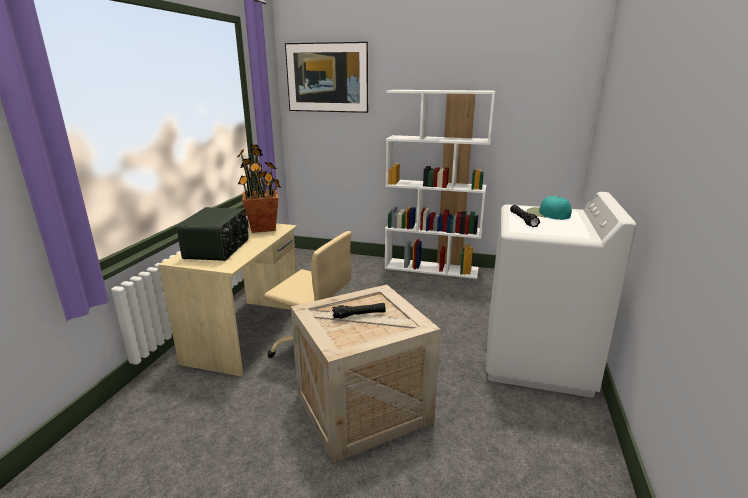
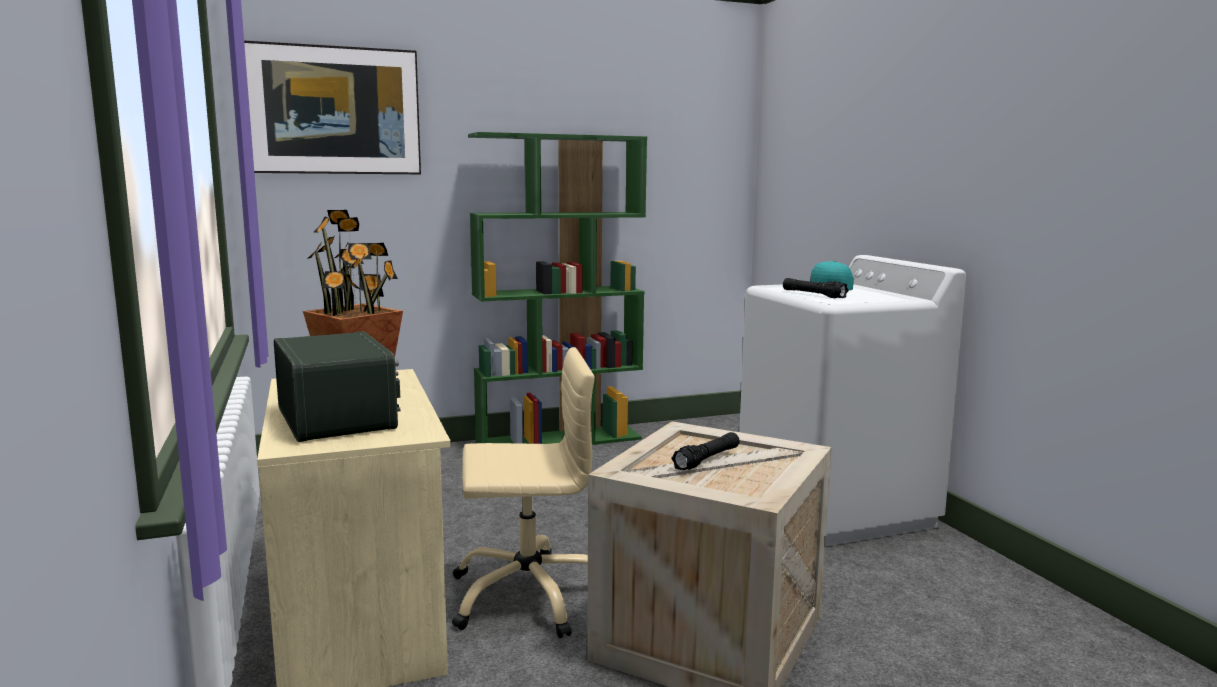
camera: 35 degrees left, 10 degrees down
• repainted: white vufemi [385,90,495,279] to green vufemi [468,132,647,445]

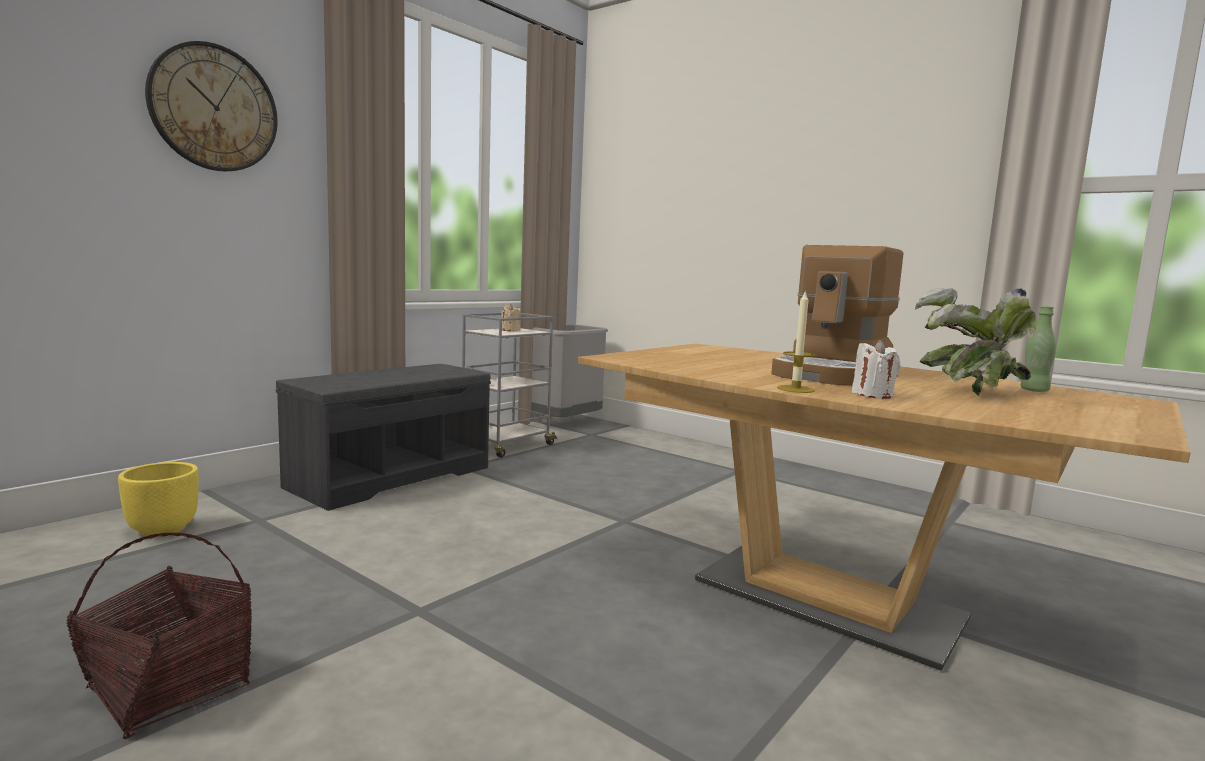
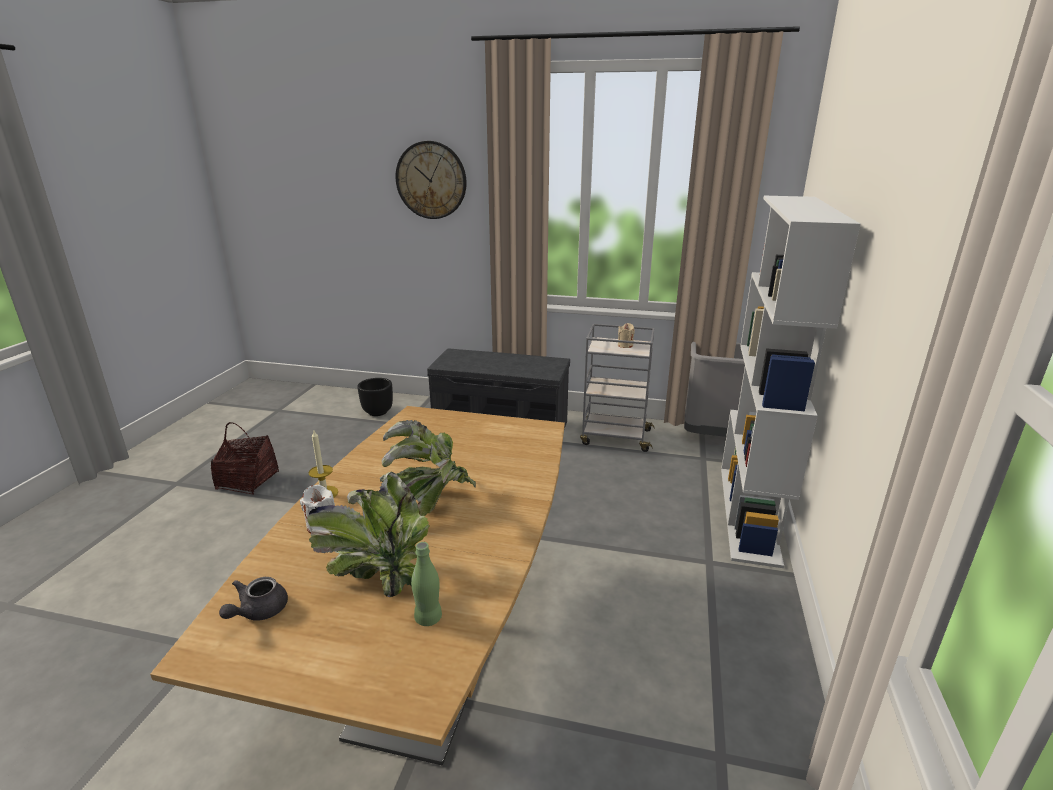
camera: 65 degrees right, 15 degrees up
• new: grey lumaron [219,577,288,621]
• repainted: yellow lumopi [118,462,199,537] to black lumopi [357,378,393,416]
• swapped: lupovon [771,245,904,386] to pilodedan [382,420,476,516]
• new: white vufemi [721,196,861,568]

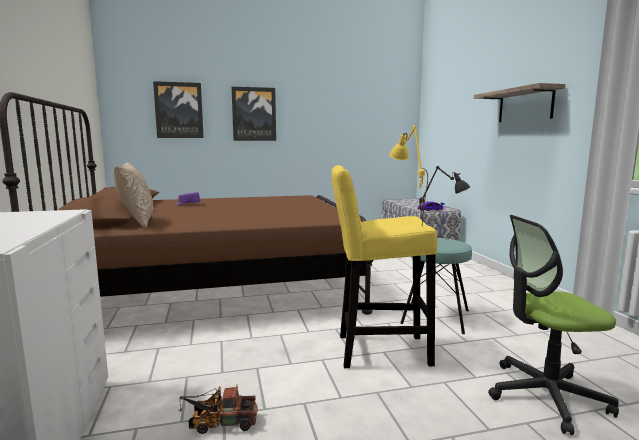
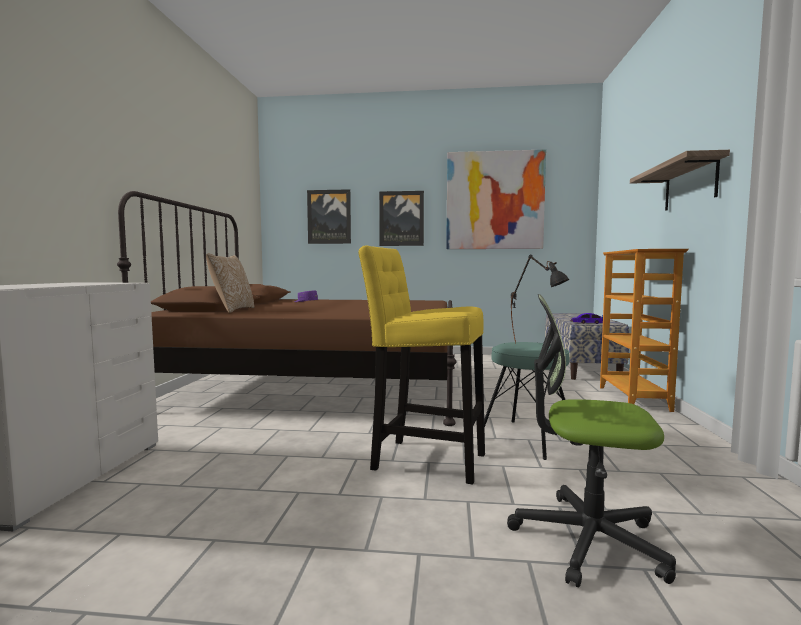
camera: 20 degrees right, 5 degrees down
• new: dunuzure [446,149,546,249]
• new: vufemi [600,249,689,412]
• gone: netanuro [178,385,258,434]
• gone: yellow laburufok [389,125,428,225]

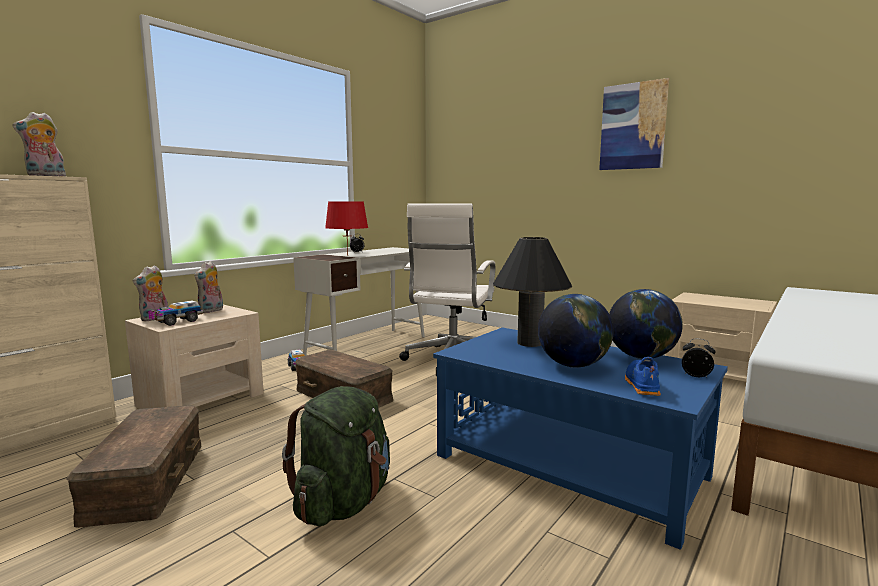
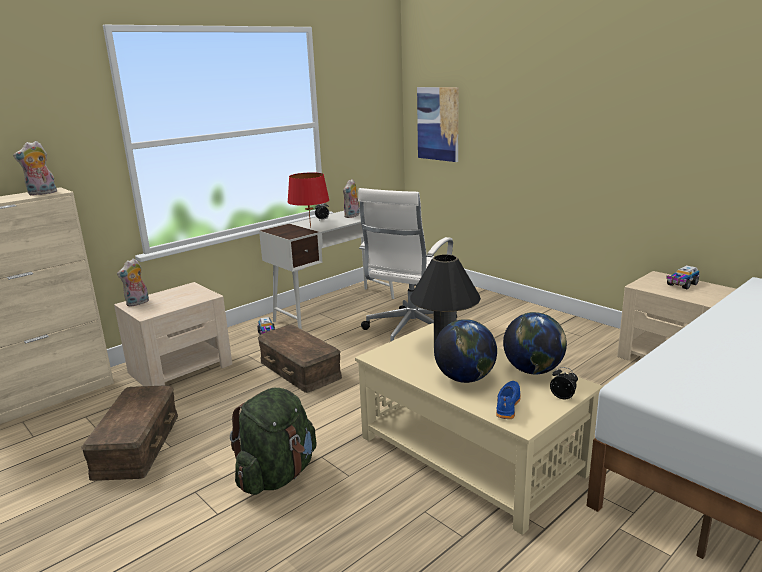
camera: 10 degrees right, 10 degrees up
• shifted: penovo [194,261,223,313] to [343,179,360,218]
• repainted: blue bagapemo [433,327,728,550] to beige bagapemo [355,323,603,535]
• shifted: dunuzure [599,78,669,170] to [417,87,459,162]
• shifted: netanuro [148,300,203,326] to [666,265,700,289]

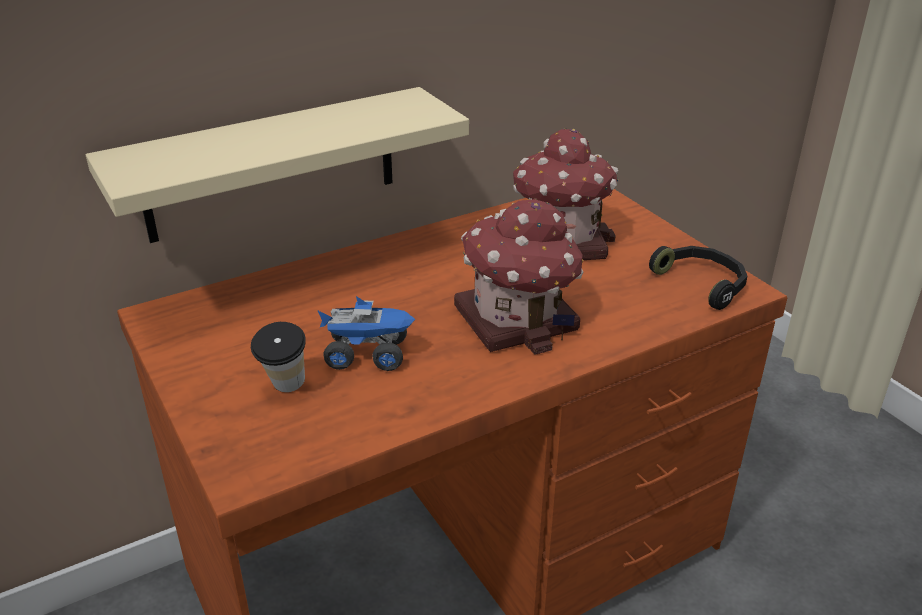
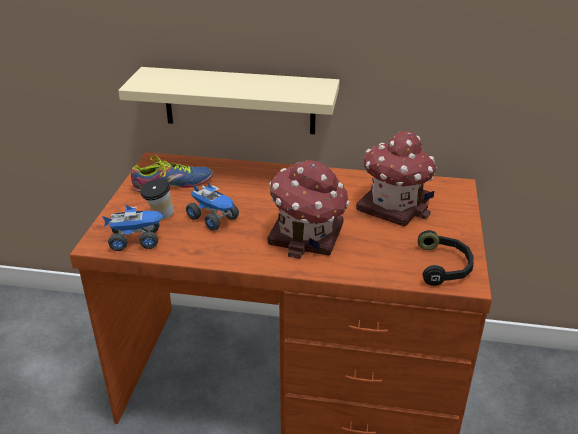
camera: 40 degrees right, 0 degrees up
• new: netanuro [102,205,164,251]
• new: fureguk [131,156,213,192]

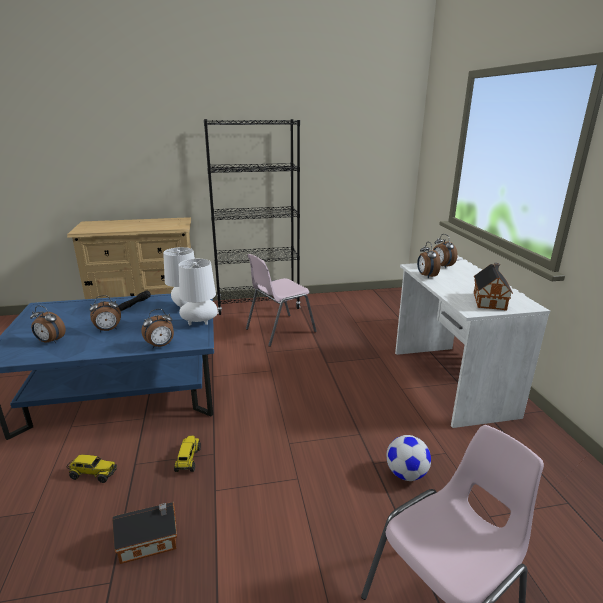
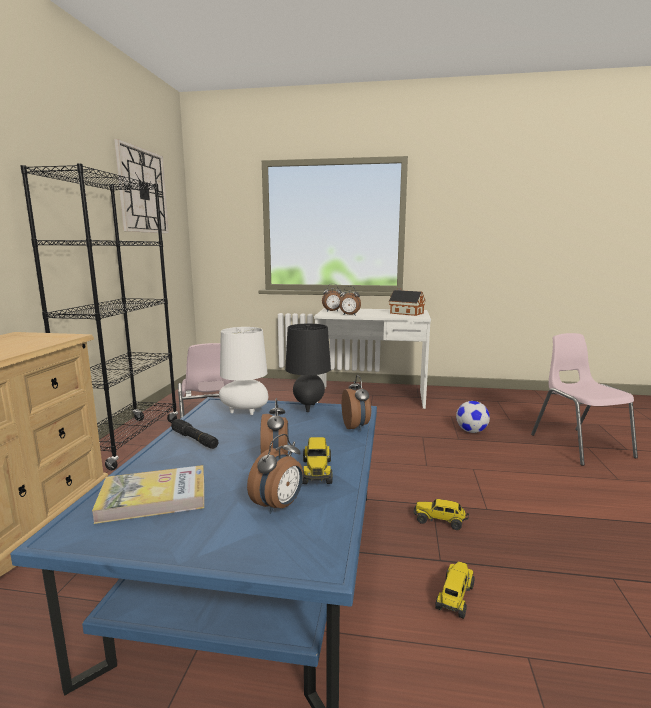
camera: 70 degrees left, 10 degrees down
• new: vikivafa [92,465,204,524]
• new: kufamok [114,139,169,234]
• repainted: white laburufok [179,259,218,325] to black laburufok [285,324,331,412]
• new: netanuro [302,437,333,484]
• gone: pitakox [112,502,177,564]

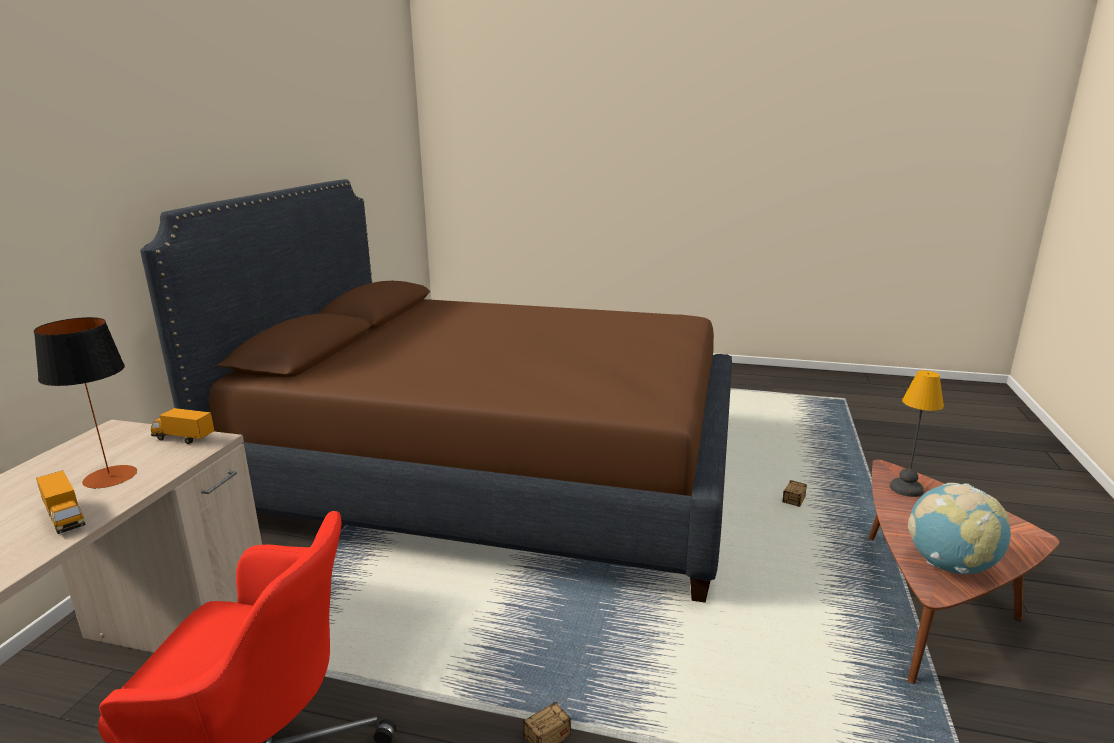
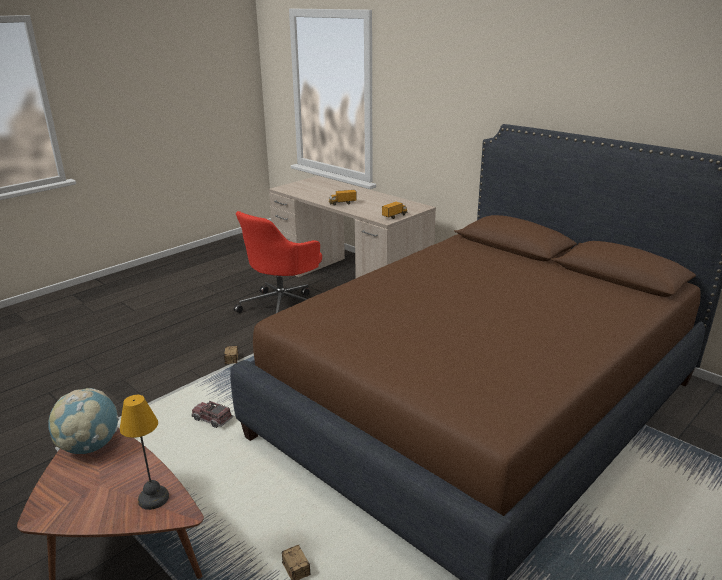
camera: 120 degrees right, 5 degrees up
• new: netanuro [191,401,233,428]
• gone: laburufok [34,317,137,489]

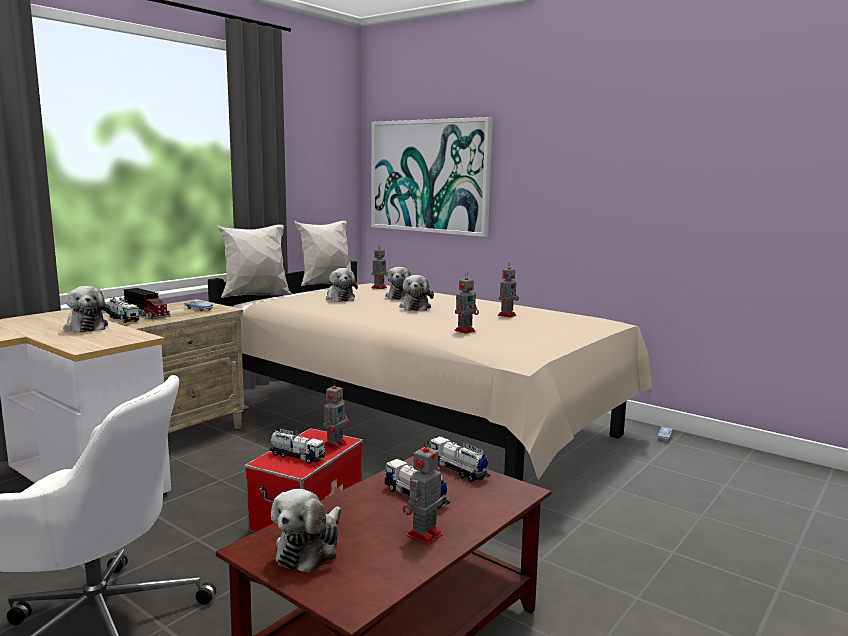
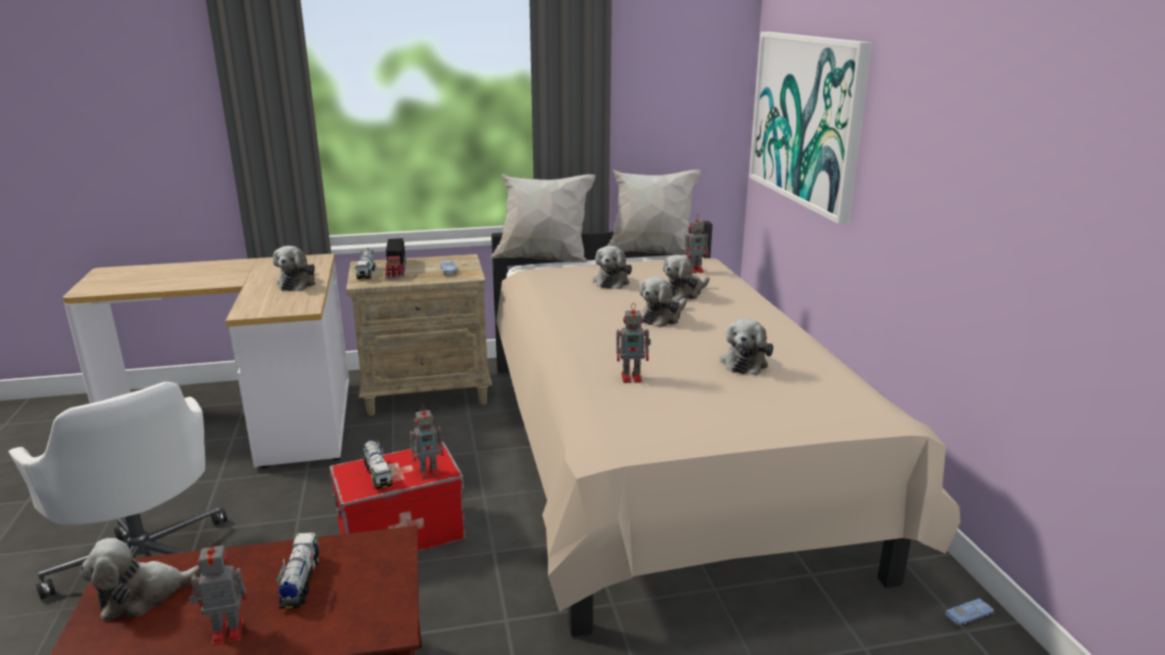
camera: 40 degrees right, 10 degrees up
• swapped: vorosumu [498,262,519,318] to penovo [720,319,773,375]
• gone: netanuro [429,436,491,482]

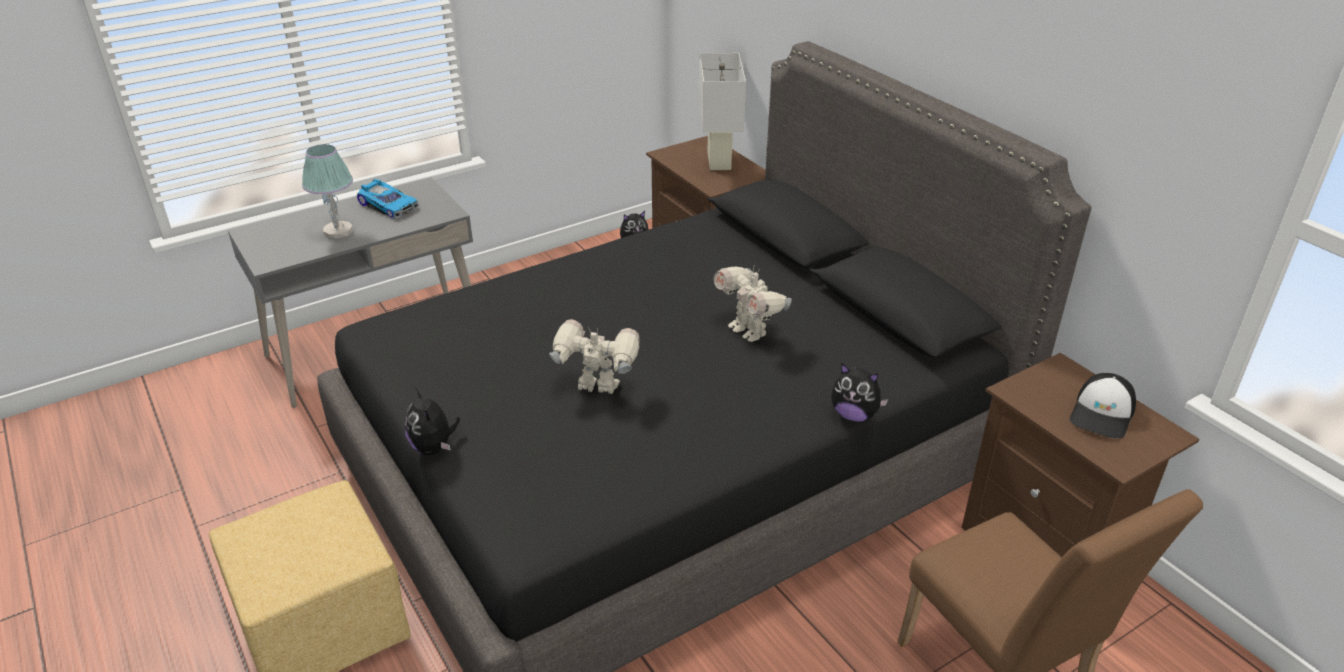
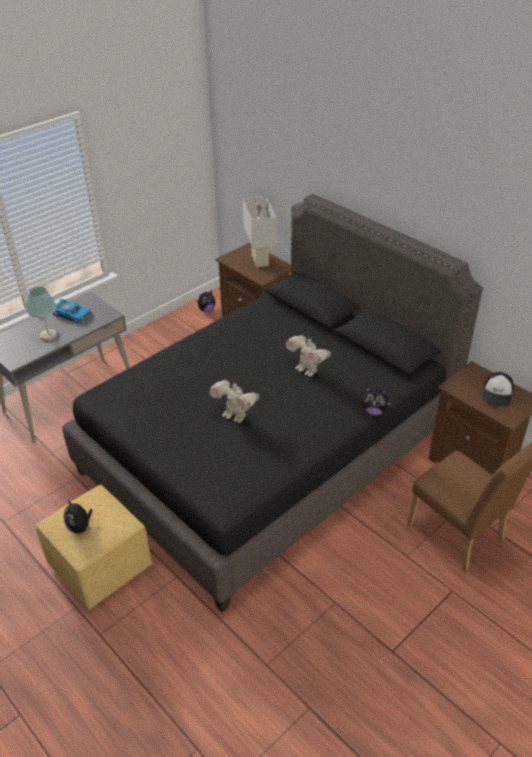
camera: 10 degrees left, 5 degrees up
• shifted: penovo [405,387,460,455] to [64,500,92,534]
• rotated: vorosumu [549,319,640,394] = [209,380,259,423] 150 degrees counterclockwise

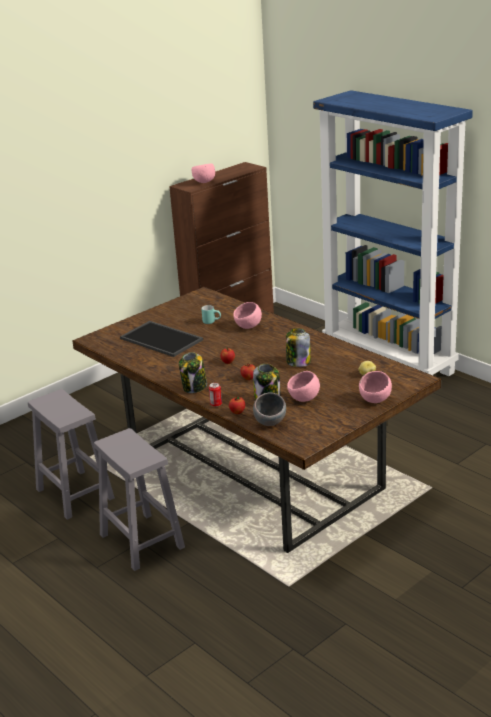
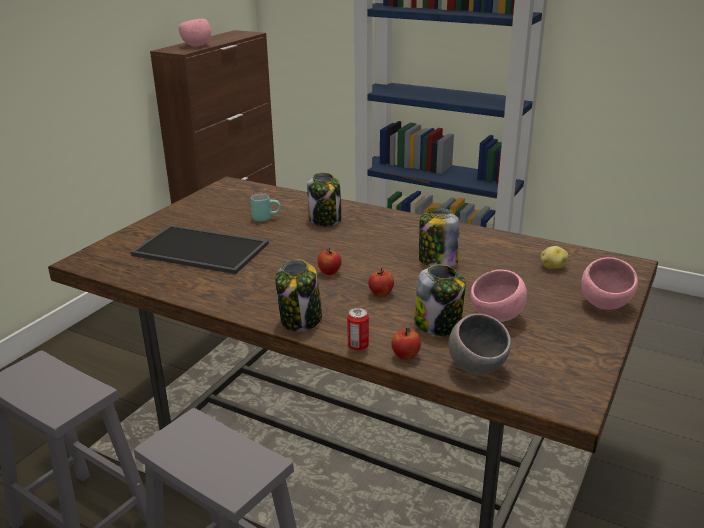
camera: 20 degrees left, 0 degrees up
• swapped: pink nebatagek [233,302,262,329] to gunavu [307,172,341,226]

